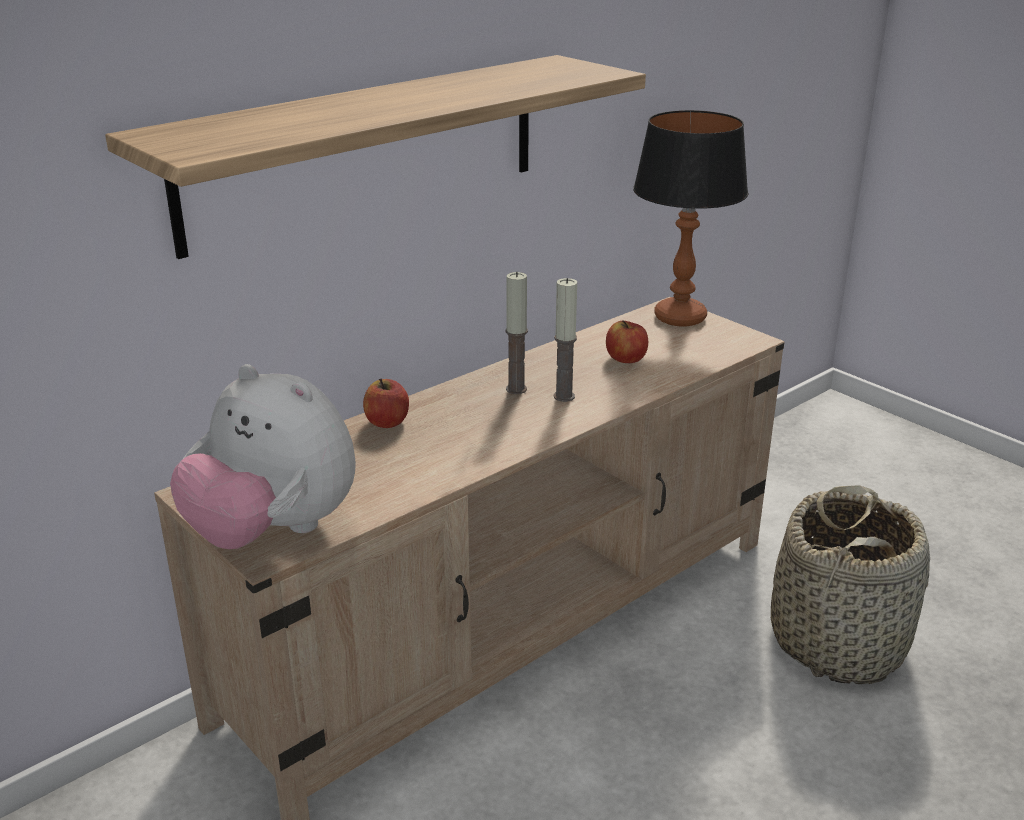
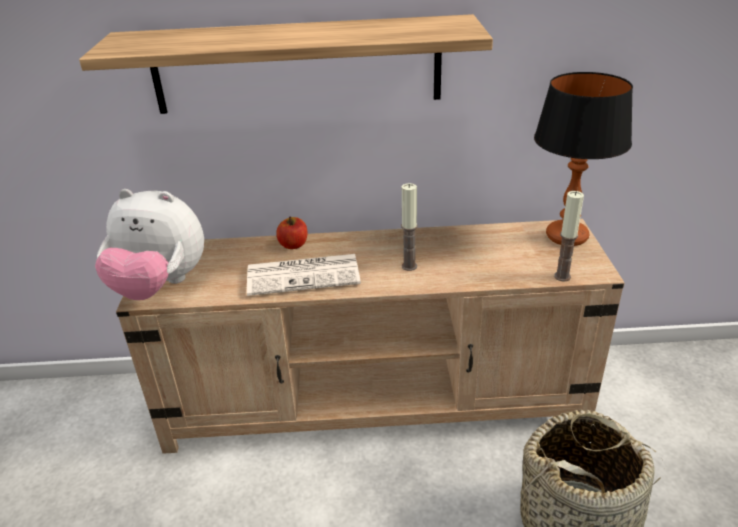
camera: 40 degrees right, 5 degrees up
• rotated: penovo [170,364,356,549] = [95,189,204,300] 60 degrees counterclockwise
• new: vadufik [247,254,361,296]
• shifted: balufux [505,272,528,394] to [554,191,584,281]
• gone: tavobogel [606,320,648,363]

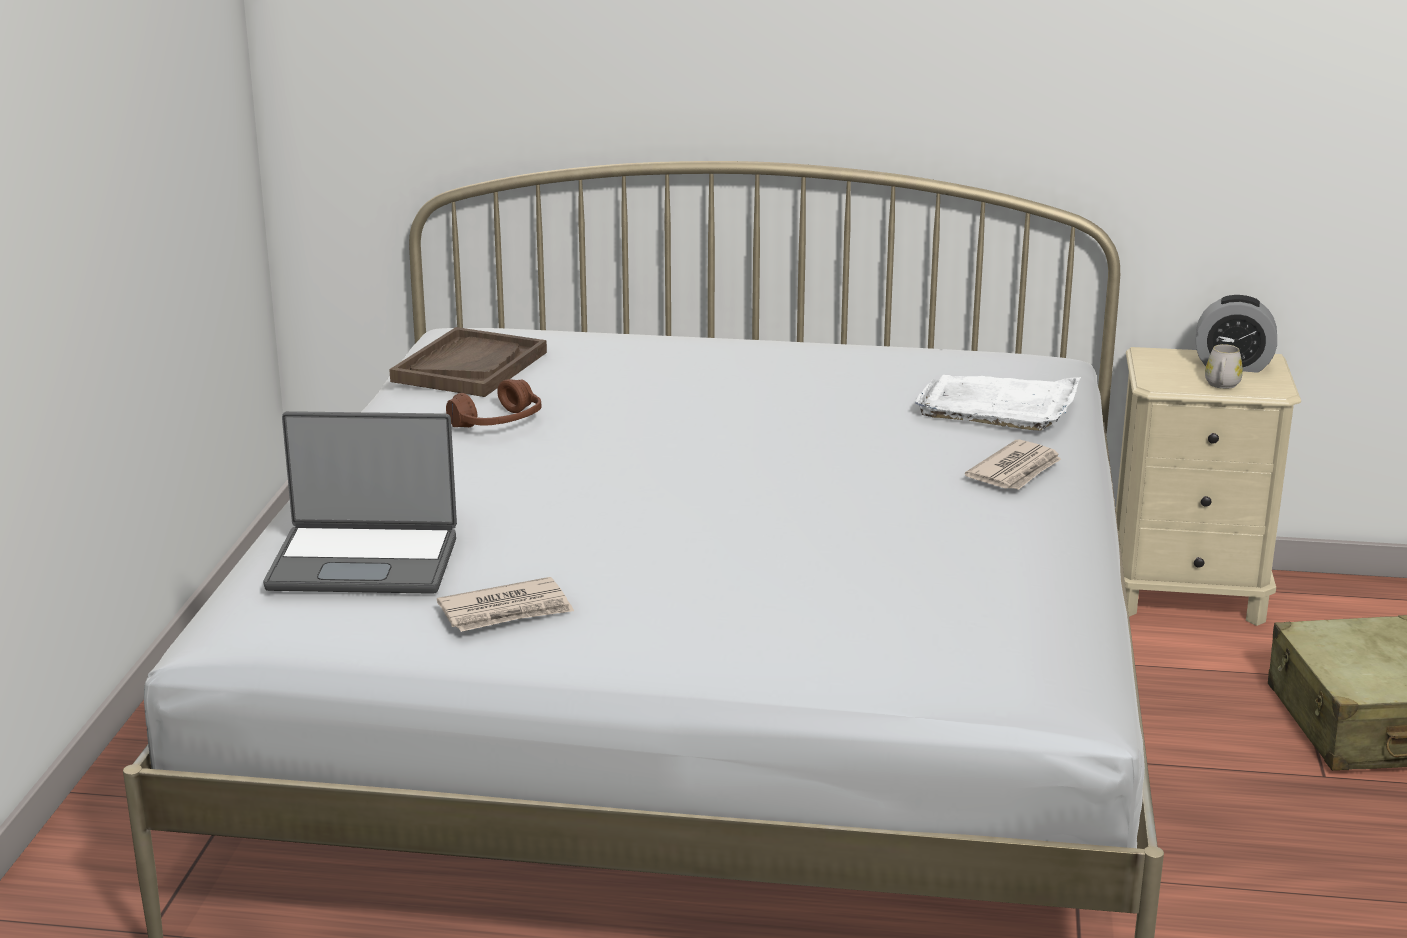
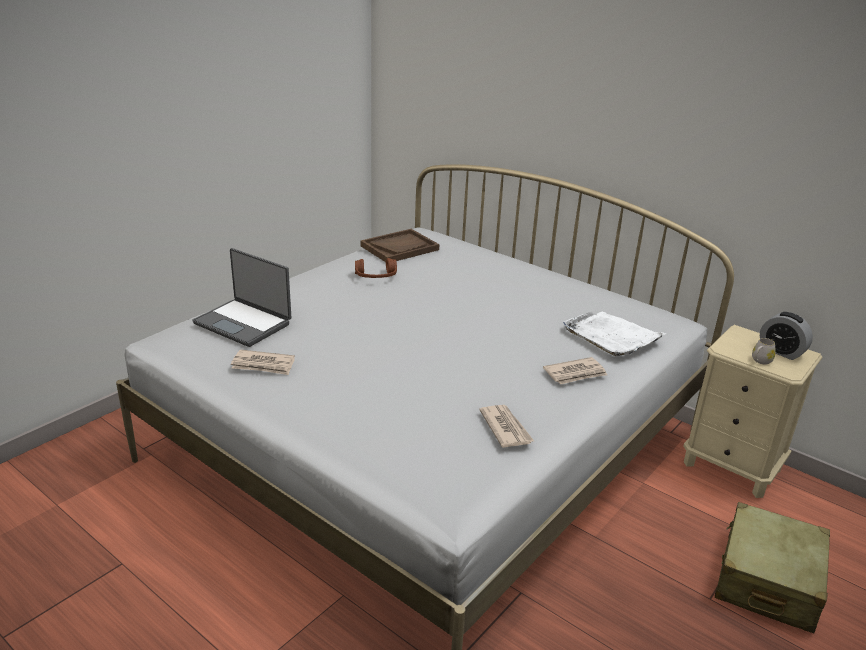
camera: 30 degrees right, 5 degrees up
• new: vadufik [479,405,534,448]

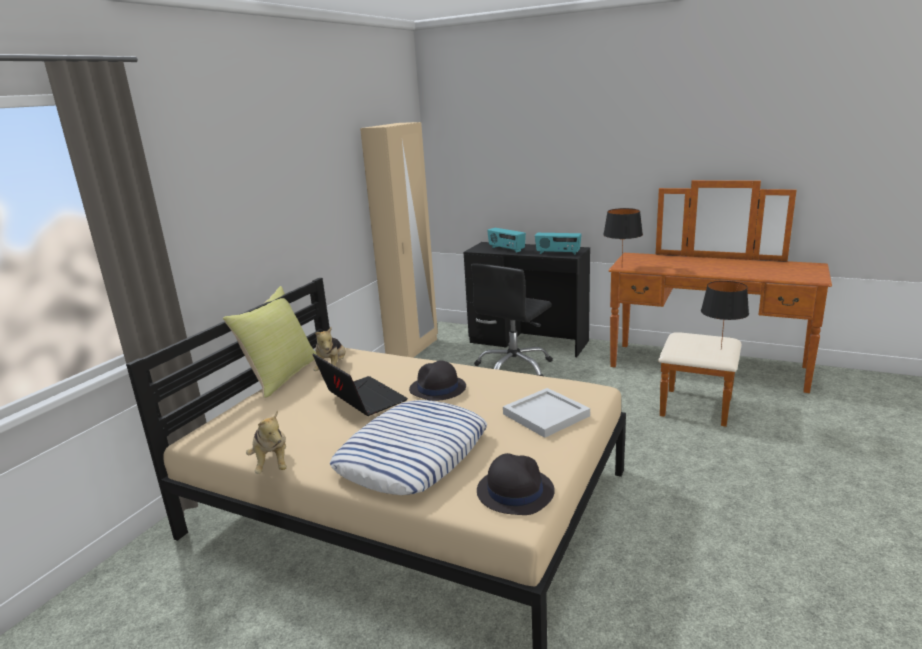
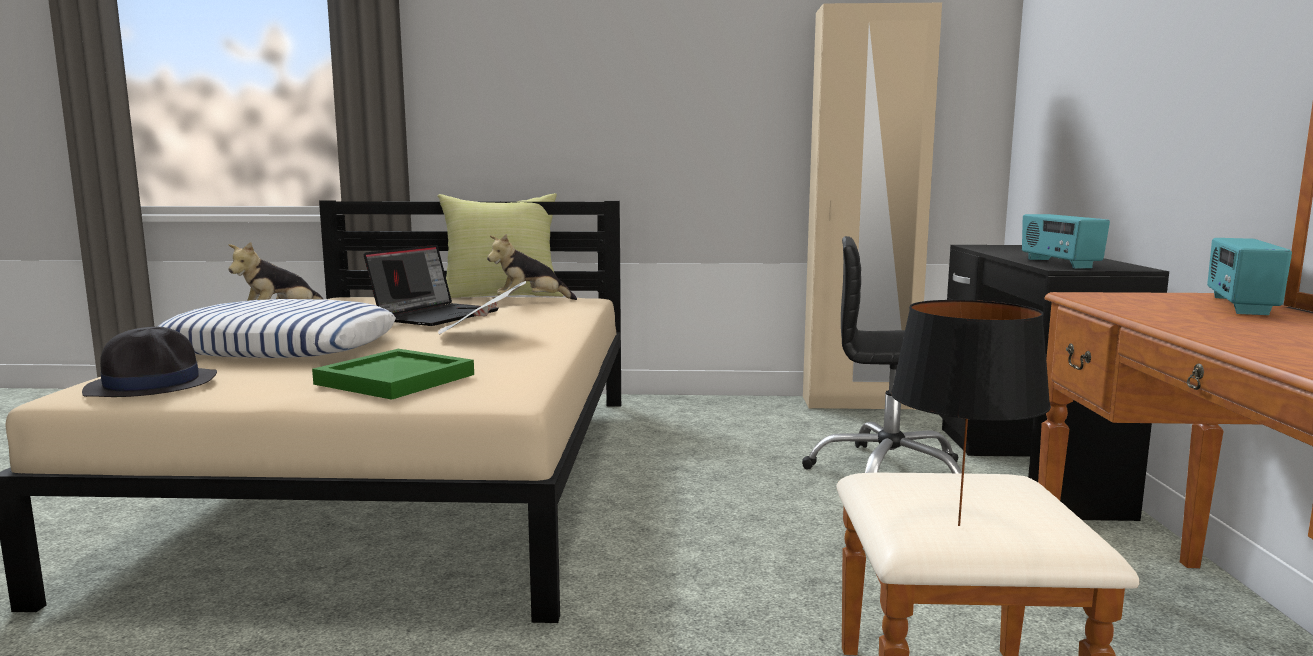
camera: 65 degrees right, 10 degrees down
• repainted: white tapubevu [503,388,590,438] to green tapubevu [312,349,474,400]
• swapped: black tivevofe [409,360,466,401] to vadufik [438,281,526,335]
• shifted: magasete [487,228,526,253] to [1207,238,1292,315]
• gone: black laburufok [603,208,643,257]

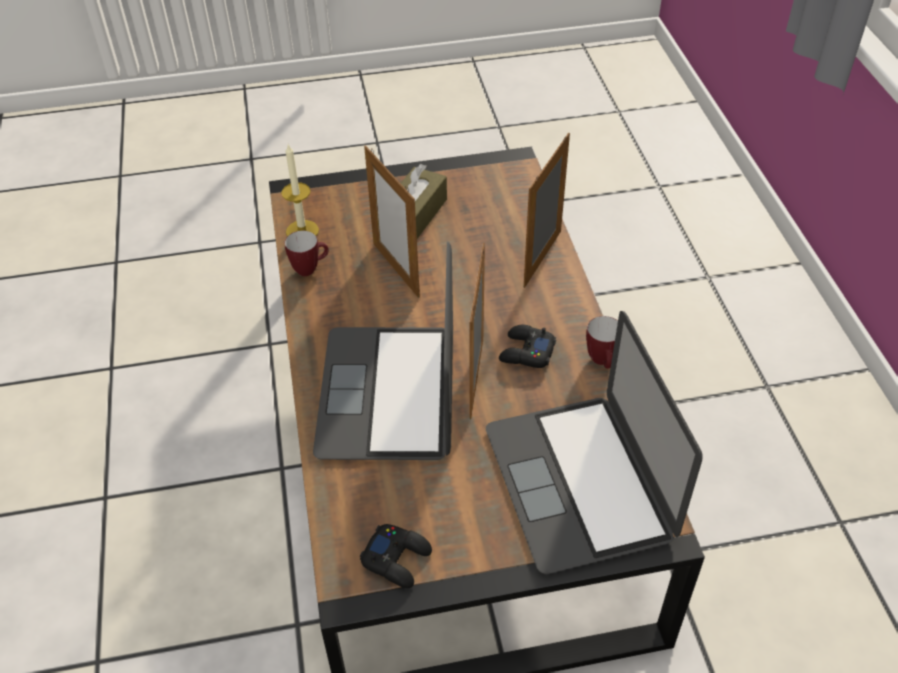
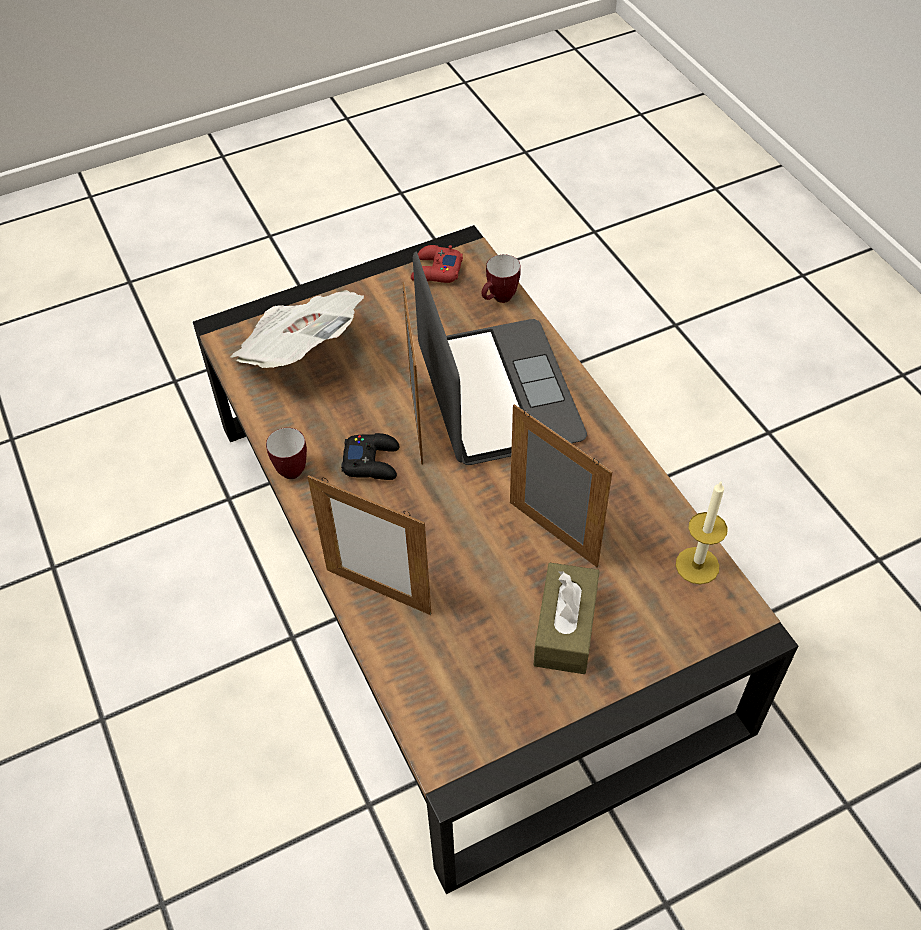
camera: 165 degrees right, 5 degrees up
• swapped: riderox [486,311,703,574] to vadufik [230,290,364,368]
• rotated: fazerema [523,133,570,288] = [308,475,431,615] 105 degrees clockwise
• repainted: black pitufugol [360,524,432,588] to red pitufugol [411,245,463,283]
• shifted: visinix [285,231,329,276] to [481,254,521,303]

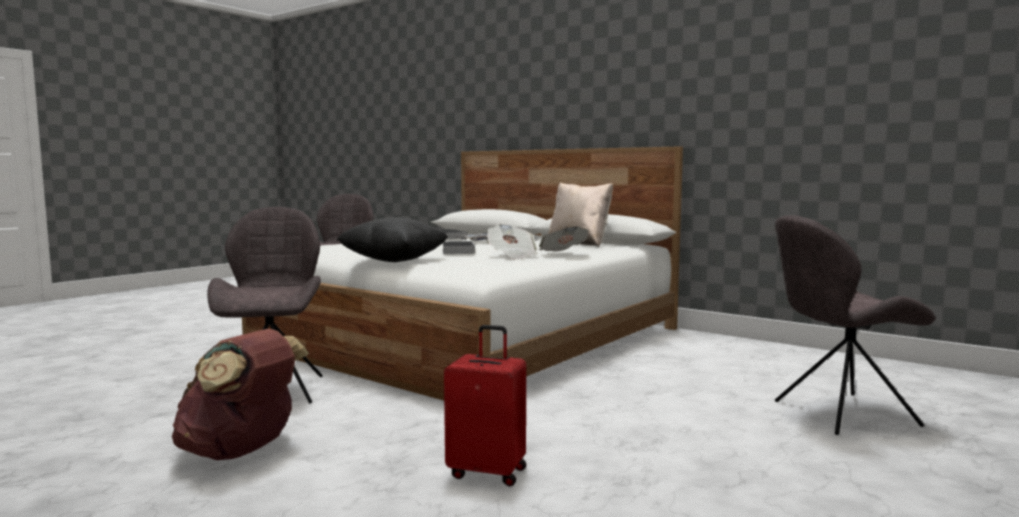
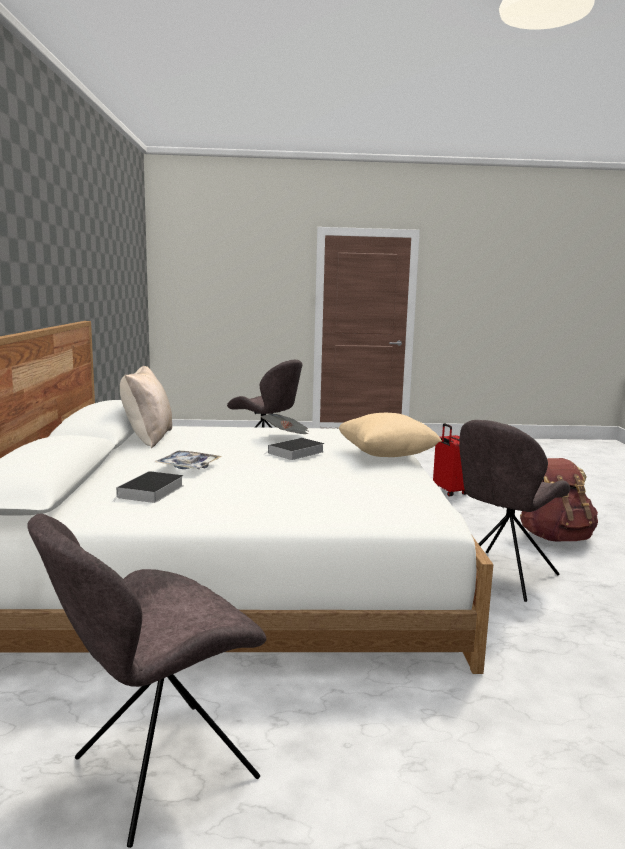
camera: 130 degrees left, 5 degrees up
• repainted: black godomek [336,217,448,262] to beige godomek [339,413,442,457]
• gone: vadufik [539,226,589,252]

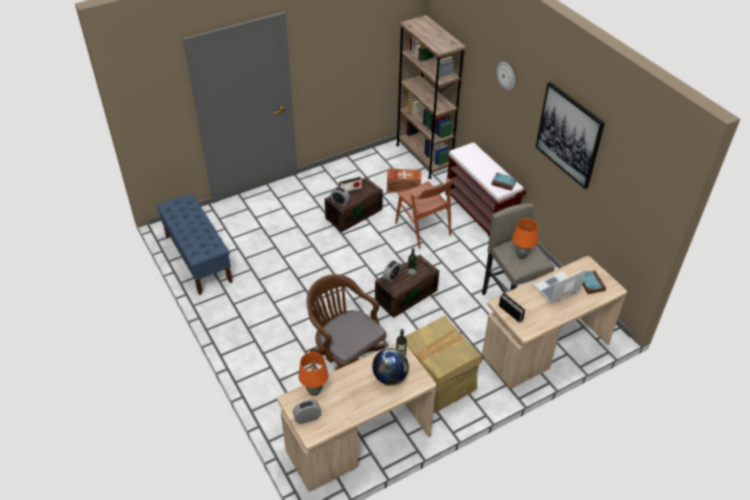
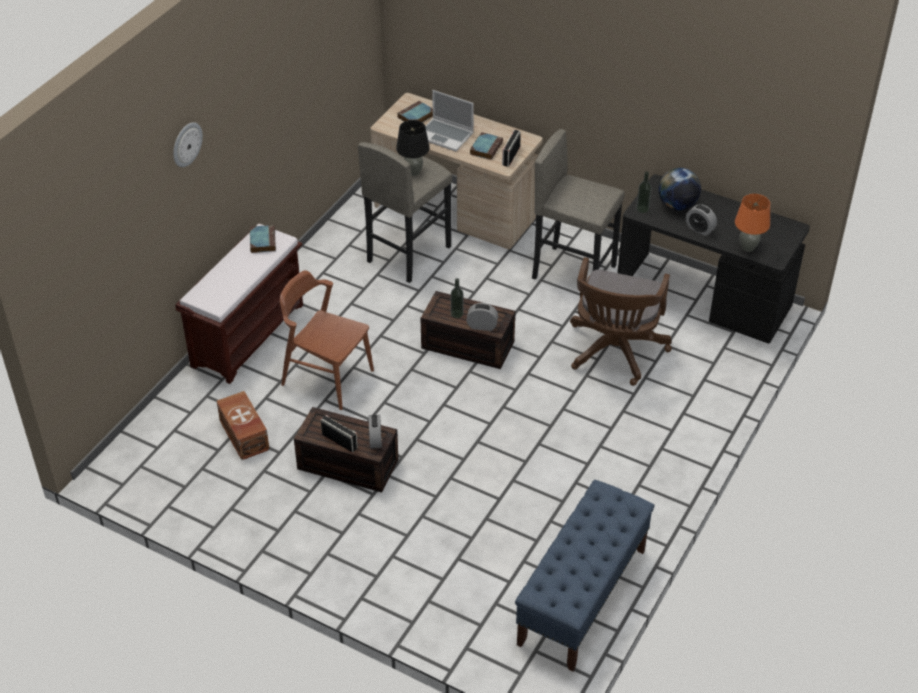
camera: 120 degrees left, 0 degrees up
• rotated: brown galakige [395,178,452,249] = [280,270,374,410] 90 degrees counterclockwise
• repainted: orange laburufok [512,218,538,259] to black laburufok [396,120,430,176]
• new: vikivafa [470,132,503,160]
• swapped: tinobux [405,315,482,413] to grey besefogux [532,129,625,280]
• repainted: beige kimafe [277,343,436,492] to black kimafe [617,174,810,343]
• shifted: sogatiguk [293,400,321,424] to [686,204,717,236]
• gone: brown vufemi [396,15,466,179]
• gone: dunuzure [536,82,605,189]

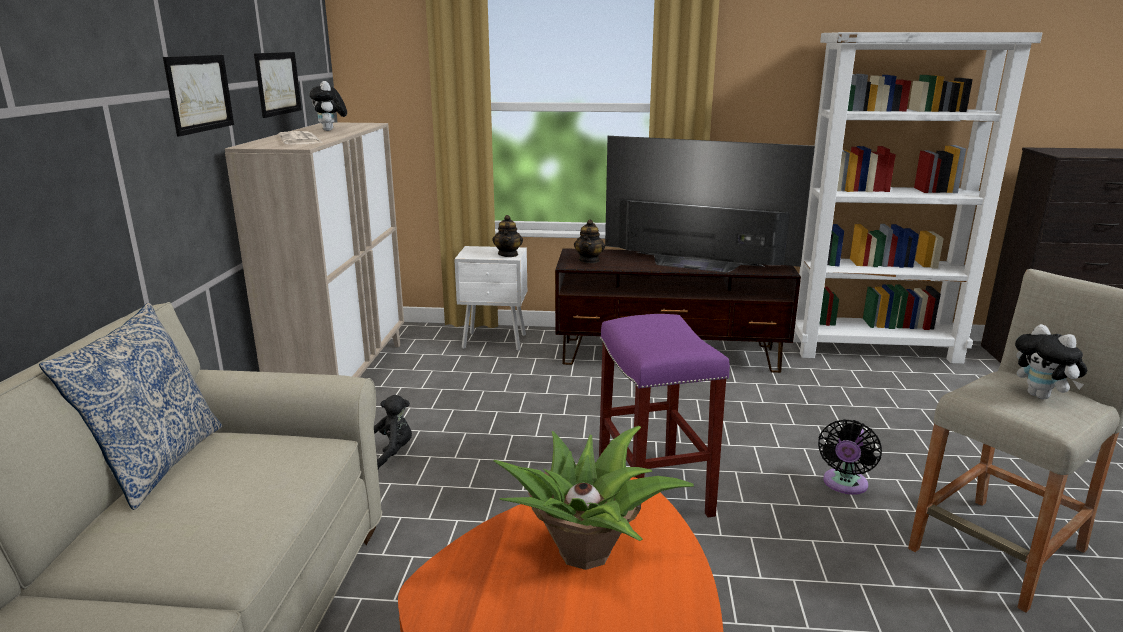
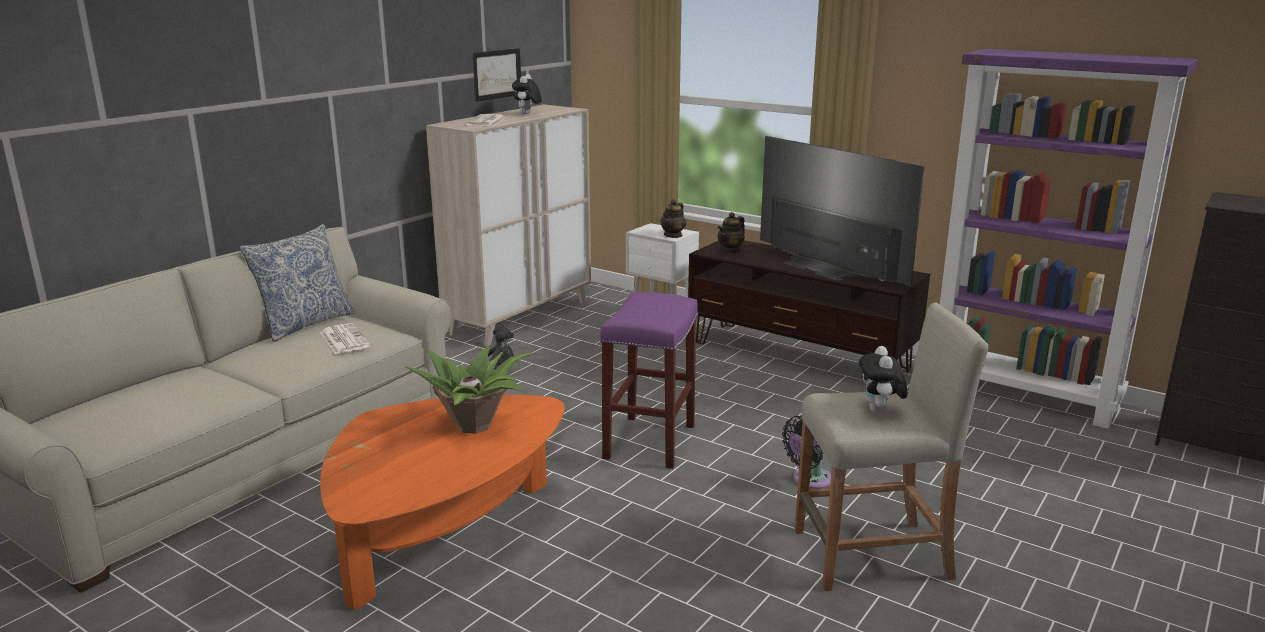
camera: 30 degrees right, 0 degrees up
• new: vadufik [320,323,370,354]
• repainted: white vufemi [793,32,1042,364] to purple vufemi [940,49,1198,429]
• gone: dunuzure [163,55,234,136]

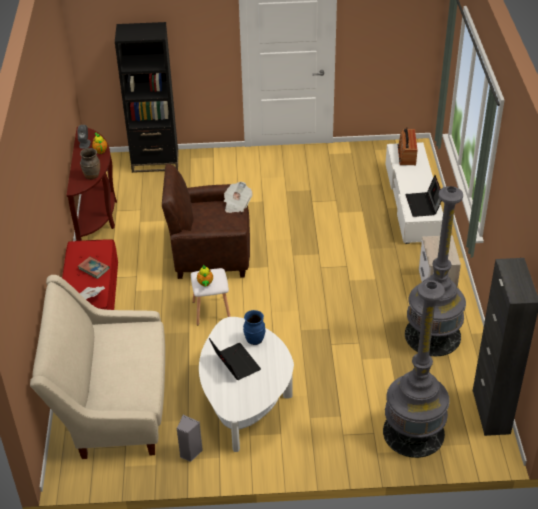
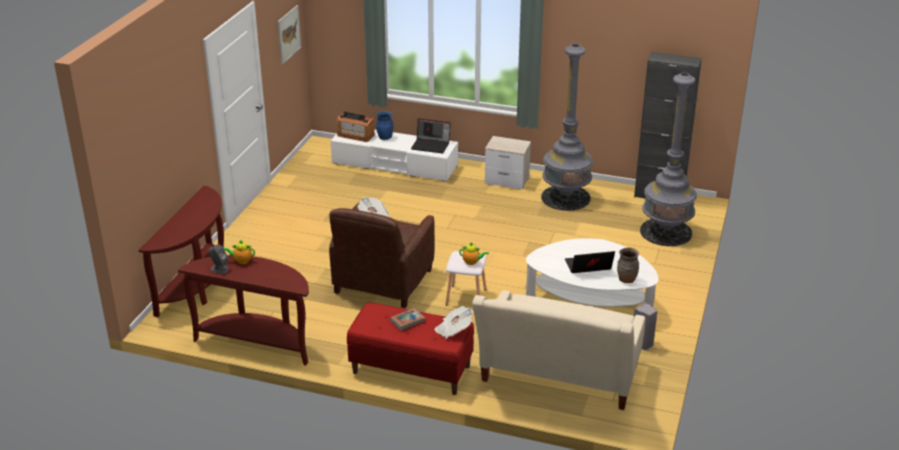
camera: 70 degrees left, 10 degrees down
• swapped: black vufemi [115,22,178,173] to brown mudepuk [139,186,224,317]
• new: dunuzure [278,5,301,65]
• shifted: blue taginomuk [243,310,265,345] to [376,111,393,140]
• shifted: brown taginomuk [80,148,100,179] to [617,247,639,283]

